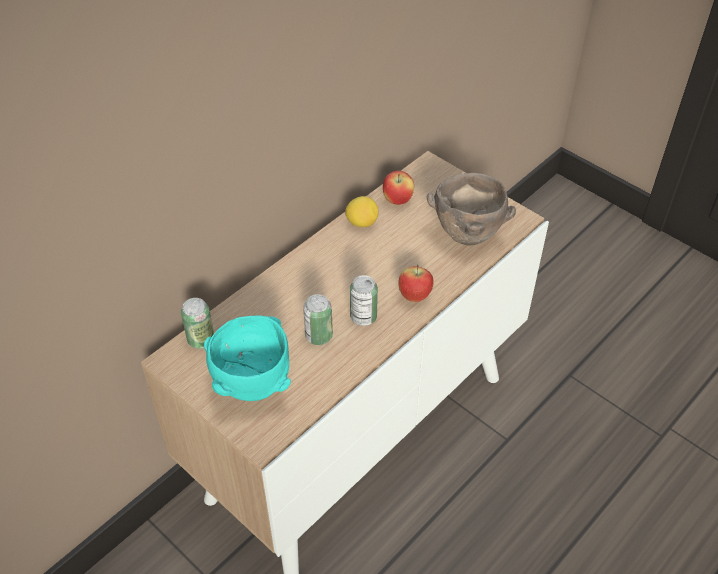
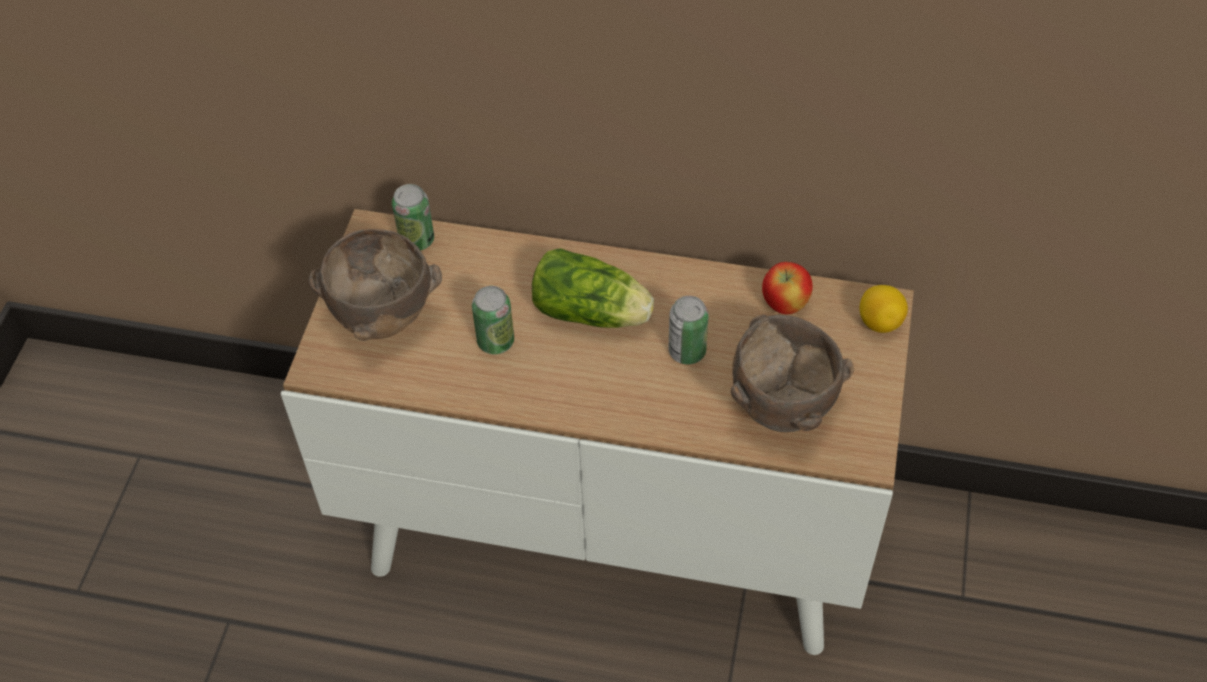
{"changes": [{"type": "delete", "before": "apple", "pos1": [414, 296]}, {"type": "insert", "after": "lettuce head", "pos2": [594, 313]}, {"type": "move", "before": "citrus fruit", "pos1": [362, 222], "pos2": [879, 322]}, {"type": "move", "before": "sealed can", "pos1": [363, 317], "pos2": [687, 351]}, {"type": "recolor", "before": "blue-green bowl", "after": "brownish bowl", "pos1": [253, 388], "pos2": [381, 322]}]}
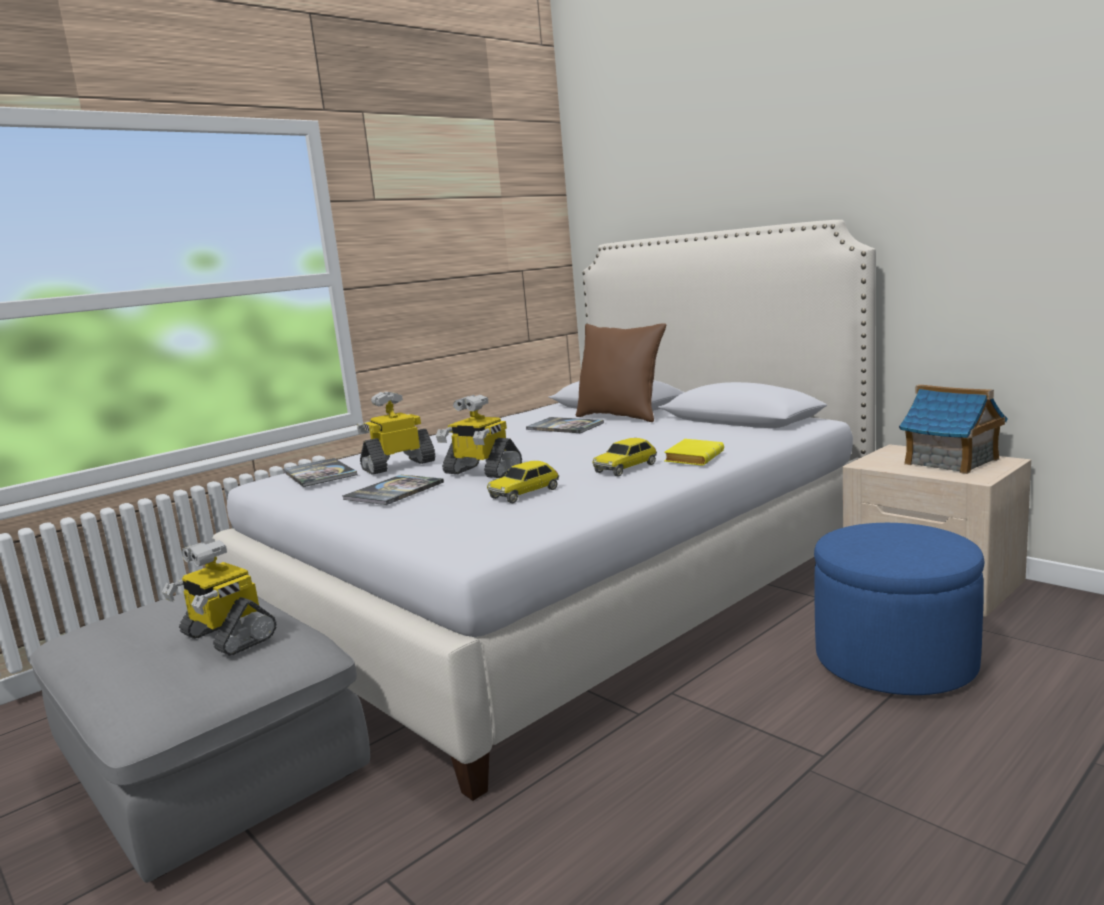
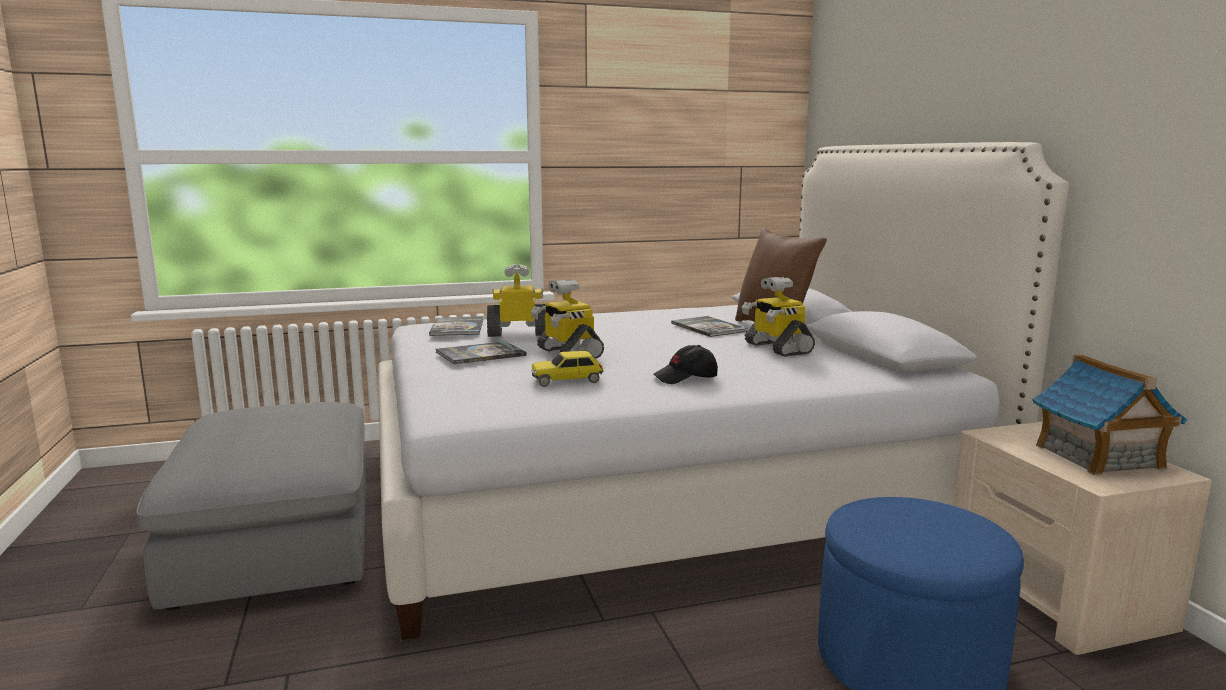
{"changes": [{"type": "delete", "before": "yellowish bound book", "pos1": [693, 458]}, {"type": "move", "before": "toy robot", "pos1": [227, 637], "pos2": [776, 348]}, {"type": "replace", "before": "miniature car", "after": "black peaked cap", "pos1": [626, 468], "pos2": [686, 378]}]}
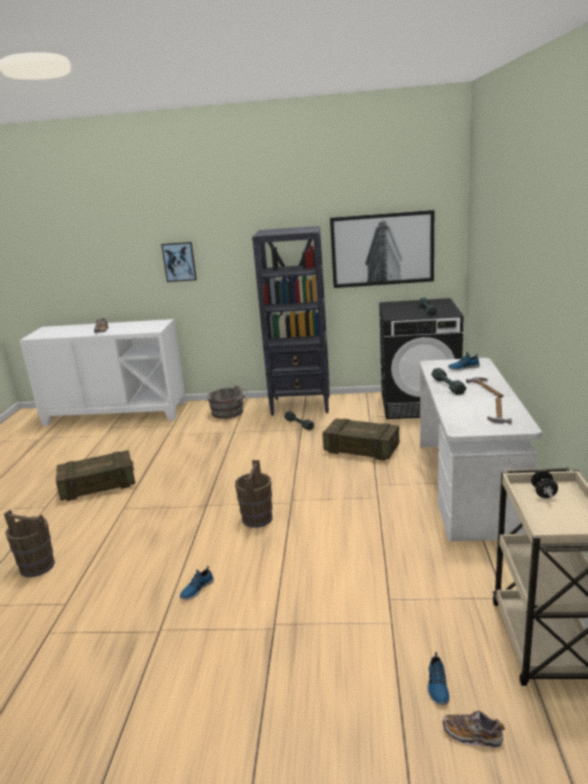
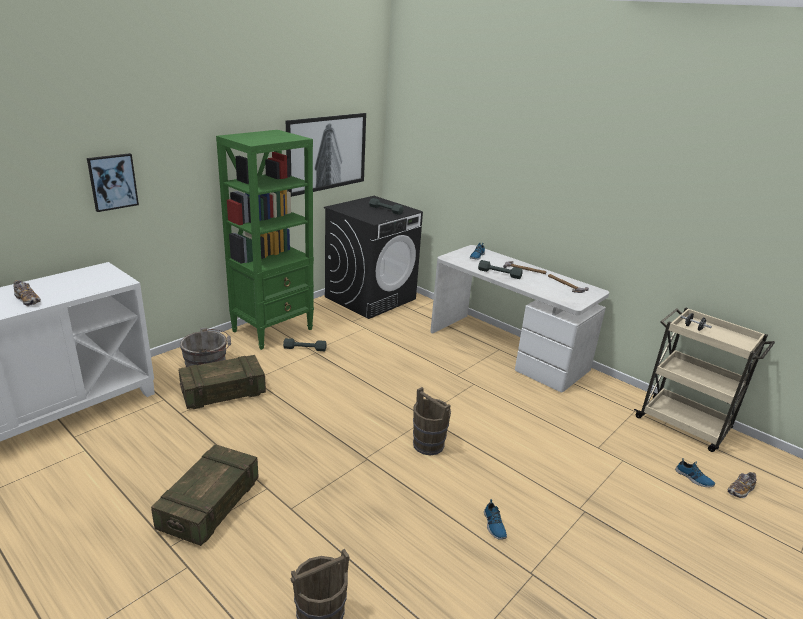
{"changes": [{"type": "move", "before": "crate", "pos1": [361, 449], "pos2": [223, 393]}, {"type": "recolor", "before": "black bookcase", "after": "green-coloured bookcase", "pos1": [301, 405], "pos2": [273, 330]}]}
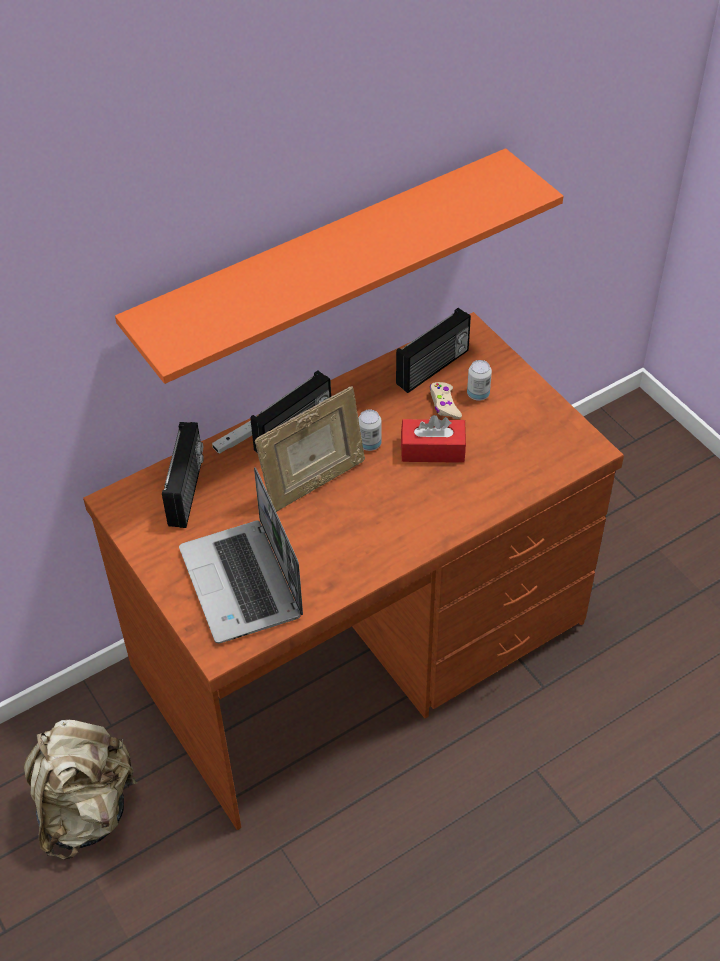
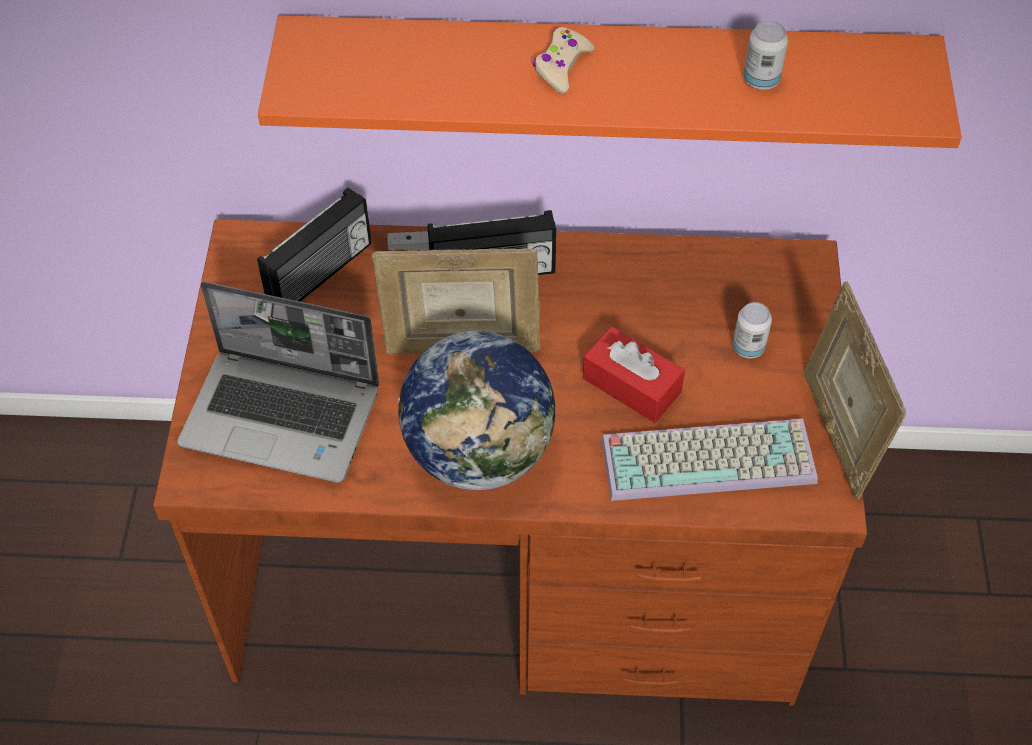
{"changes": [{"type": "delete", "before": "sand-coloured backpack", "pos1": [86, 810]}, {"type": "delete", "before": "radio receiver", "pos1": [433, 368]}, {"type": "insert", "after": "desk globe", "pos2": [480, 452]}, {"type": "insert", "after": "keyboard", "pos2": [710, 457]}, {"type": "insert", "after": "picture frame", "pos2": [837, 432]}, {"type": "move", "before": "sealed can", "pos1": [369, 444], "pos2": [761, 80]}, {"type": "move", "before": "sand-coloured game controller", "pos1": [444, 404], "pos2": [561, 66]}, {"type": "rotate", "before": "laptop", "pos1": [243, 583], "pos2": [284, 416], "turn": -90}]}
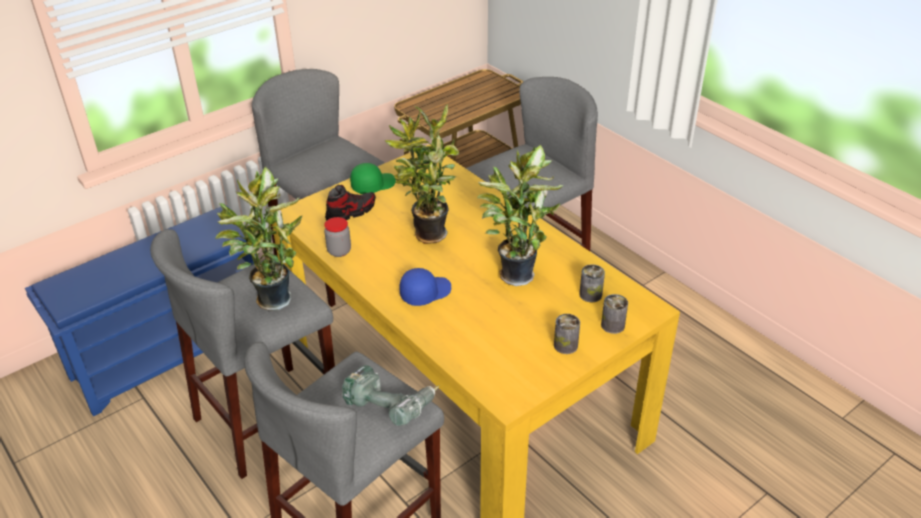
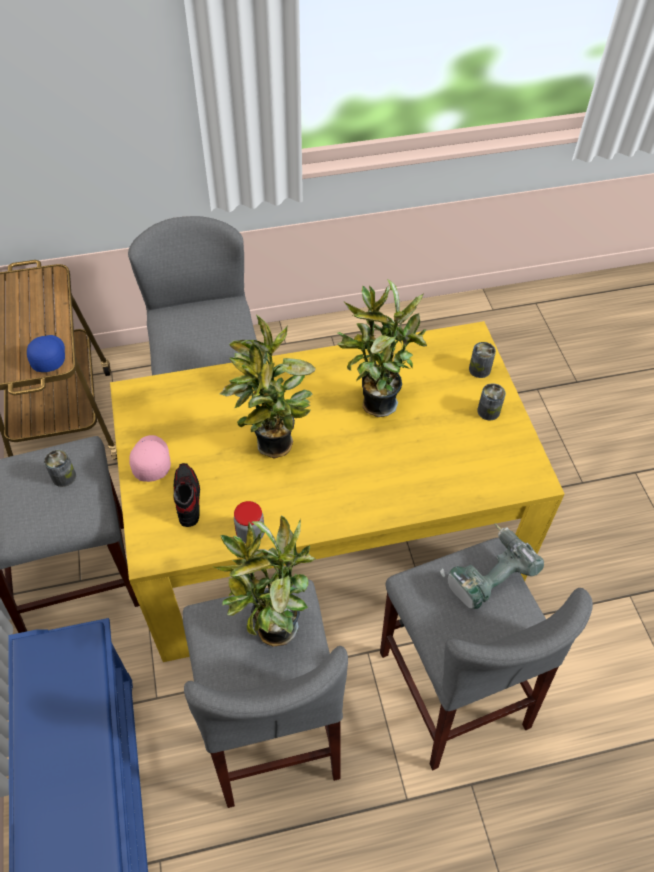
{"changes": [{"type": "move", "before": "blue peaked cap", "pos1": [425, 292], "pos2": [47, 356]}, {"type": "move", "before": "sealed can", "pos1": [590, 294], "pos2": [64, 476]}, {"type": "recolor", "before": "green-coloured peaked cap", "after": "pink-coloured peaked cap", "pos1": [373, 185], "pos2": [150, 460]}]}
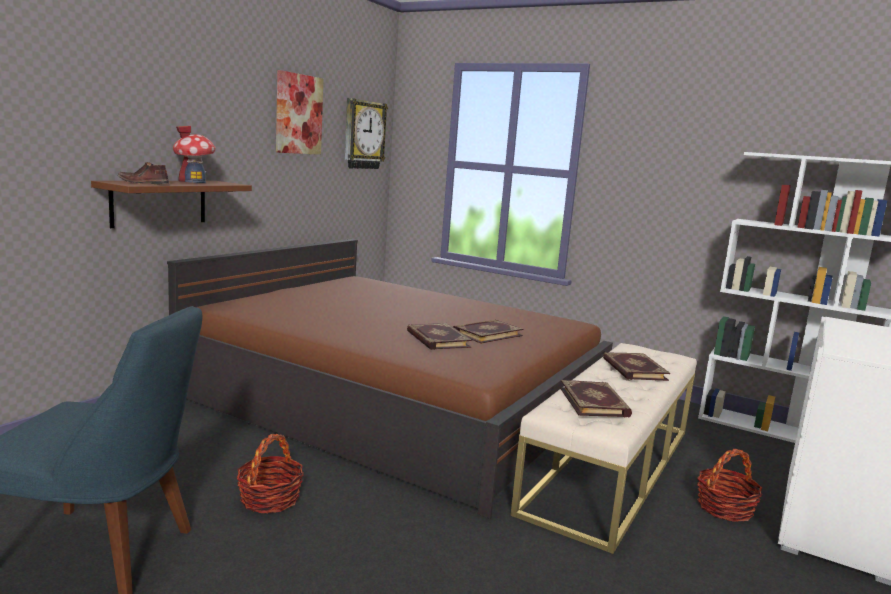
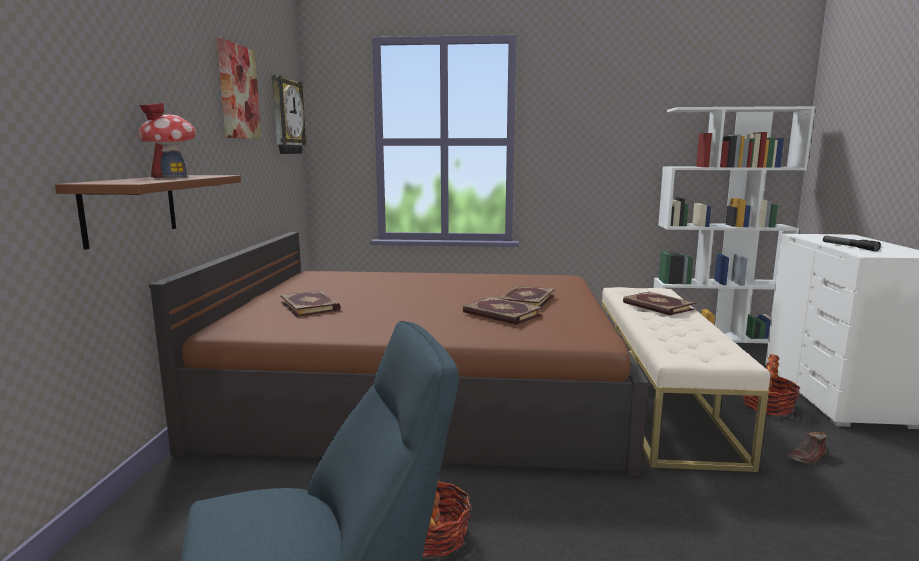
{"changes": [{"type": "insert", "after": "flashlight", "pos2": [849, 247]}, {"type": "move", "before": "brownish item of footwear", "pos1": [143, 183], "pos2": [807, 457]}, {"type": "move", "before": "bound book", "pos1": [595, 402], "pos2": [311, 306]}]}
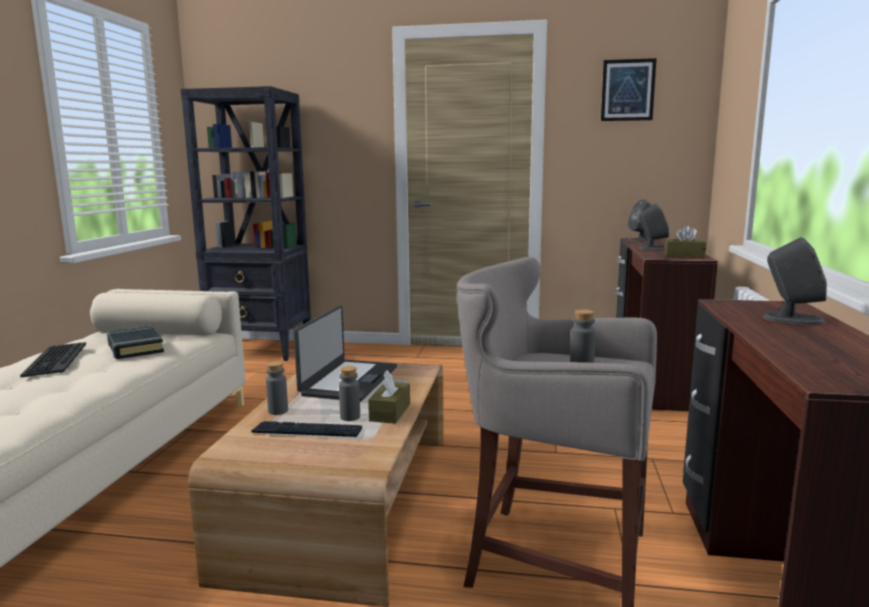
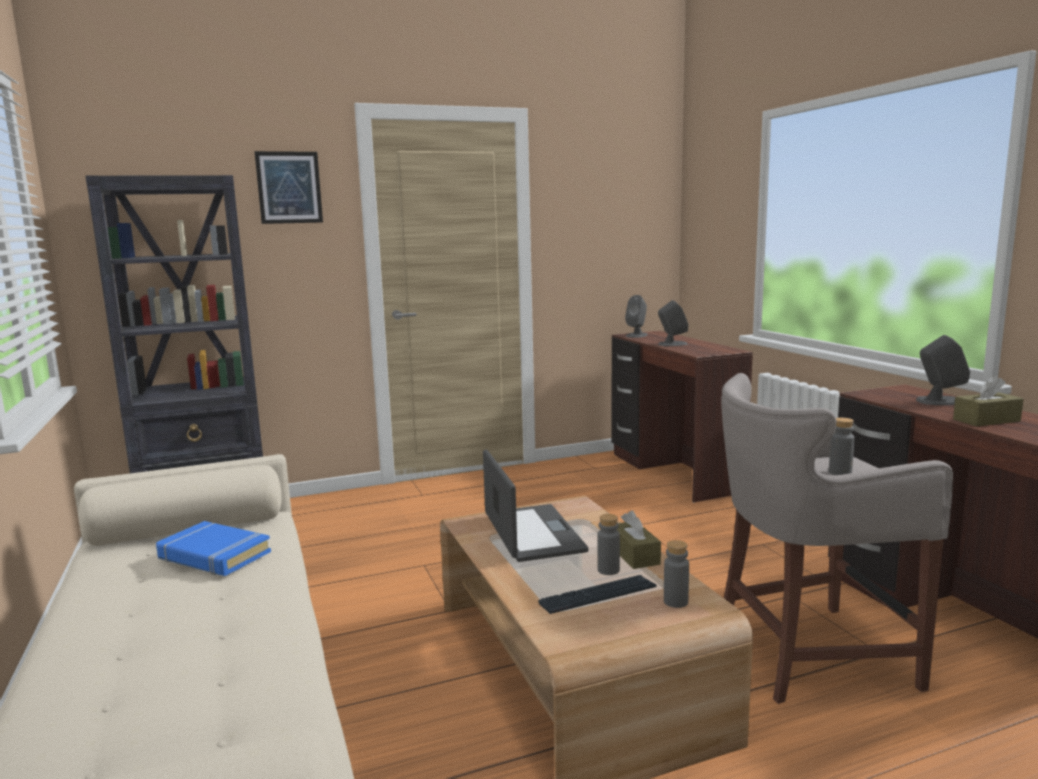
{"changes": [{"type": "delete", "before": "keyboard", "pos1": [55, 360]}, {"type": "move", "before": "grey bottle", "pos1": [278, 411], "pos2": [675, 602]}, {"type": "move", "before": "wall picture", "pos1": [628, 90], "pos2": [289, 187]}, {"type": "move", "before": "brownish tissue holder", "pos1": [684, 256], "pos2": [986, 420]}, {"type": "recolor", "before": "black bound book", "after": "blue bound book", "pos1": [134, 348], "pos2": [214, 556]}]}
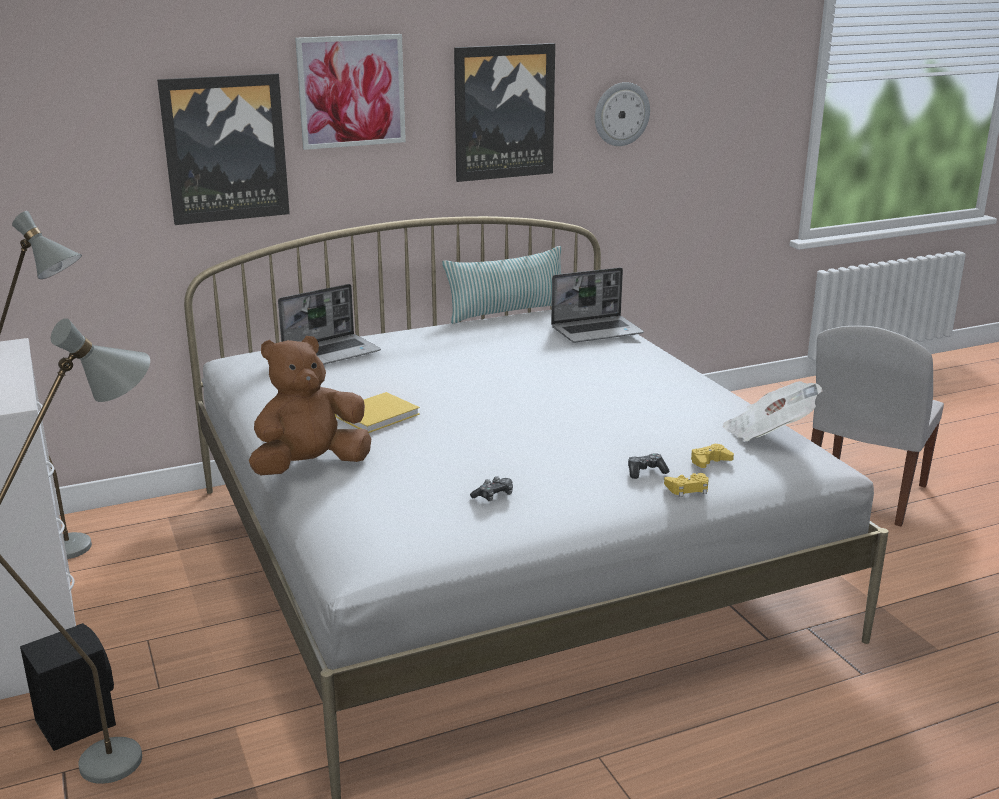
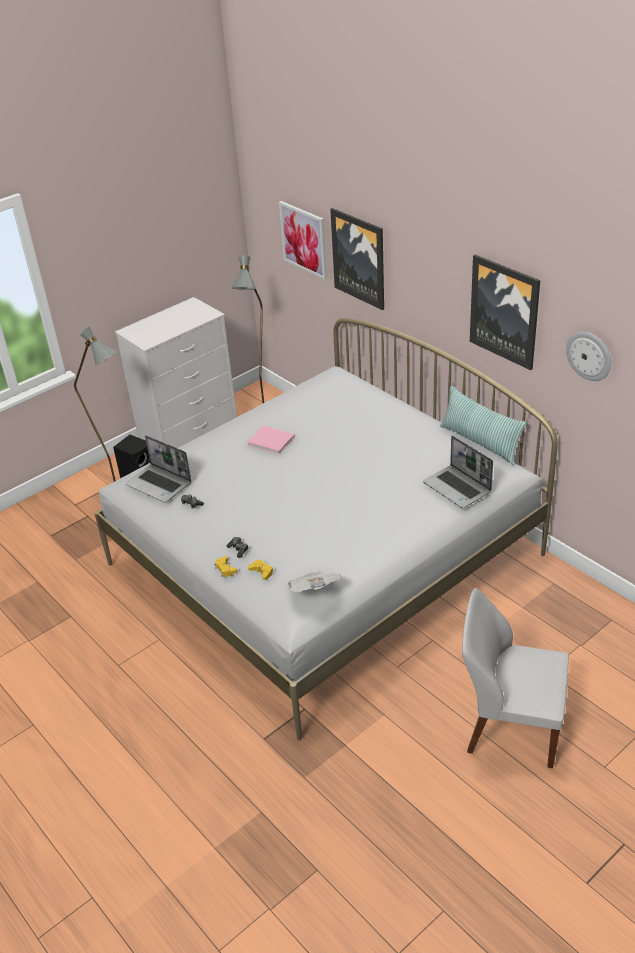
{"changes": [{"type": "delete", "before": "brownish soft toy", "pos1": [310, 466]}, {"type": "move", "before": "laptop", "pos1": [332, 353], "pos2": [160, 484]}, {"type": "move", "before": "wall picture", "pos1": [351, 91], "pos2": [304, 239]}, {"type": "recolor", "before": "yellowish bound book", "after": "pink-coloured bound book", "pos1": [379, 415], "pos2": [272, 442]}]}
